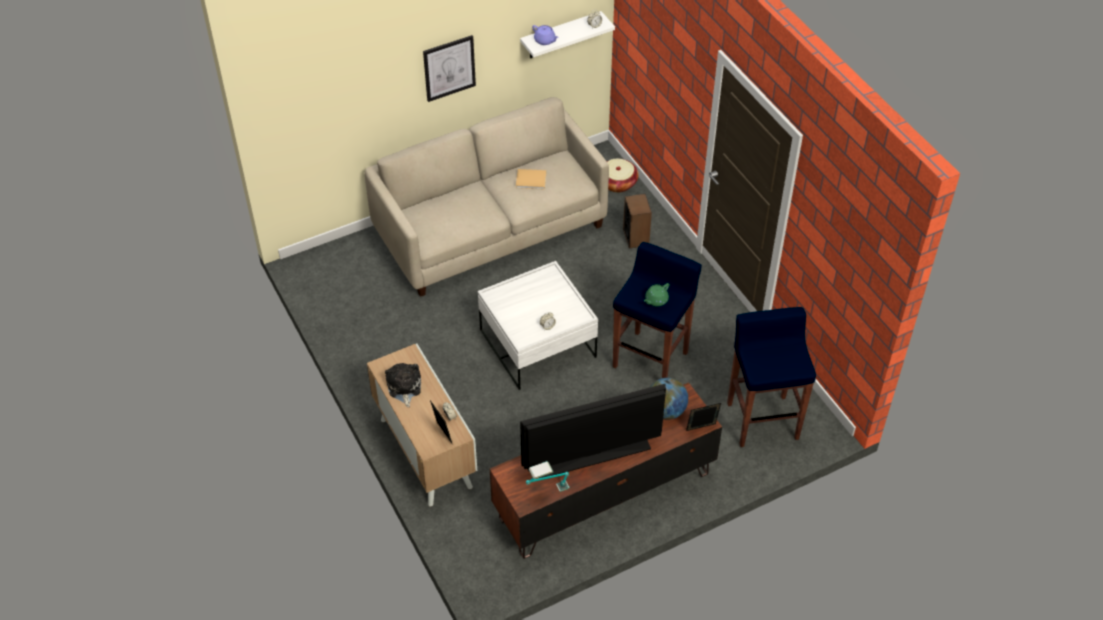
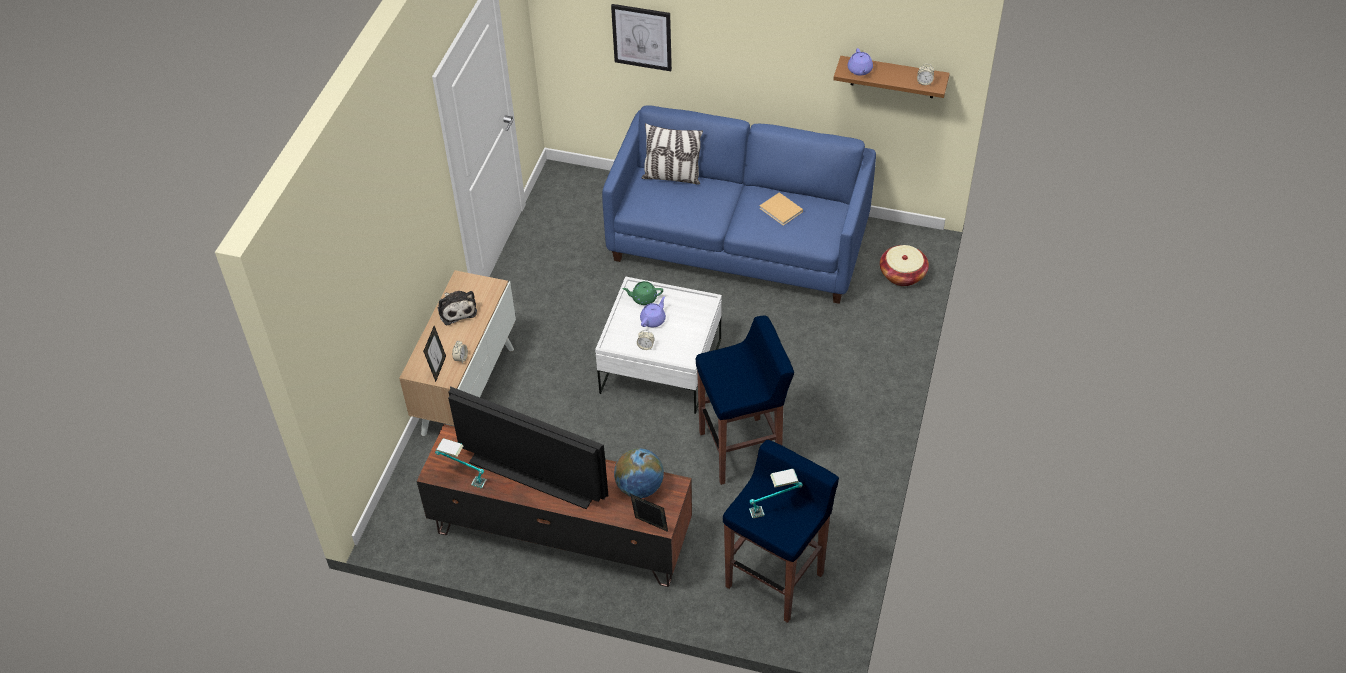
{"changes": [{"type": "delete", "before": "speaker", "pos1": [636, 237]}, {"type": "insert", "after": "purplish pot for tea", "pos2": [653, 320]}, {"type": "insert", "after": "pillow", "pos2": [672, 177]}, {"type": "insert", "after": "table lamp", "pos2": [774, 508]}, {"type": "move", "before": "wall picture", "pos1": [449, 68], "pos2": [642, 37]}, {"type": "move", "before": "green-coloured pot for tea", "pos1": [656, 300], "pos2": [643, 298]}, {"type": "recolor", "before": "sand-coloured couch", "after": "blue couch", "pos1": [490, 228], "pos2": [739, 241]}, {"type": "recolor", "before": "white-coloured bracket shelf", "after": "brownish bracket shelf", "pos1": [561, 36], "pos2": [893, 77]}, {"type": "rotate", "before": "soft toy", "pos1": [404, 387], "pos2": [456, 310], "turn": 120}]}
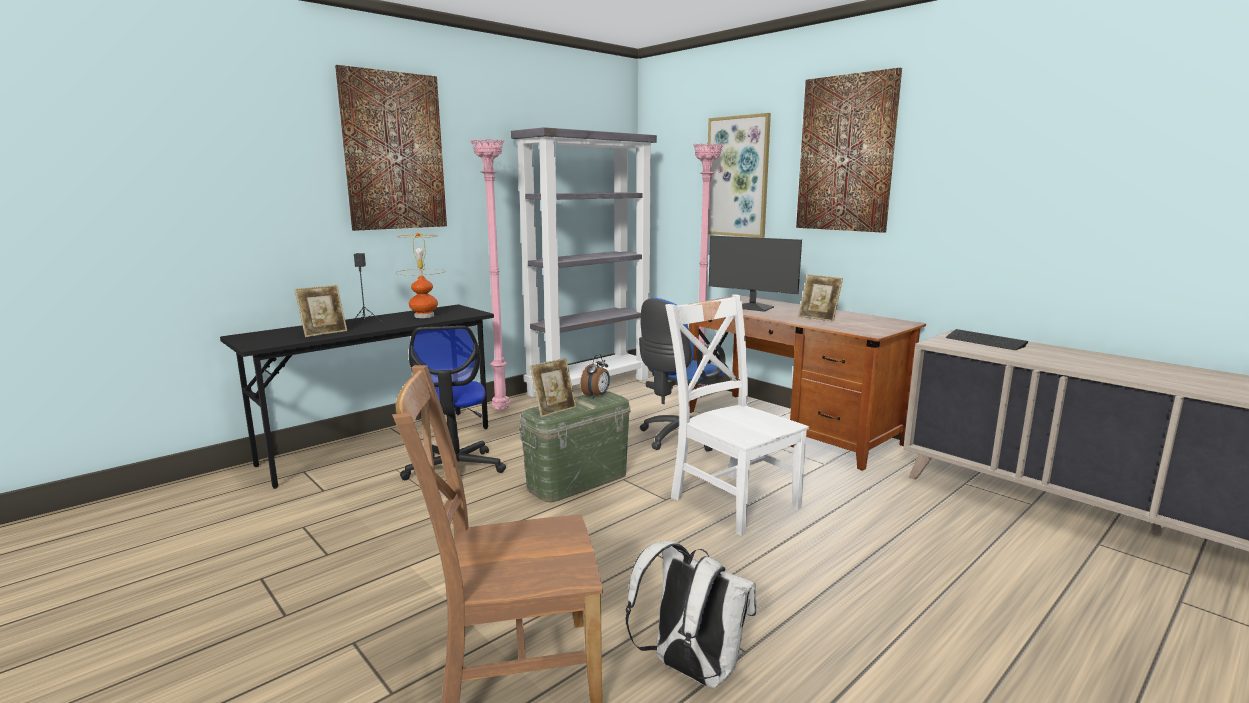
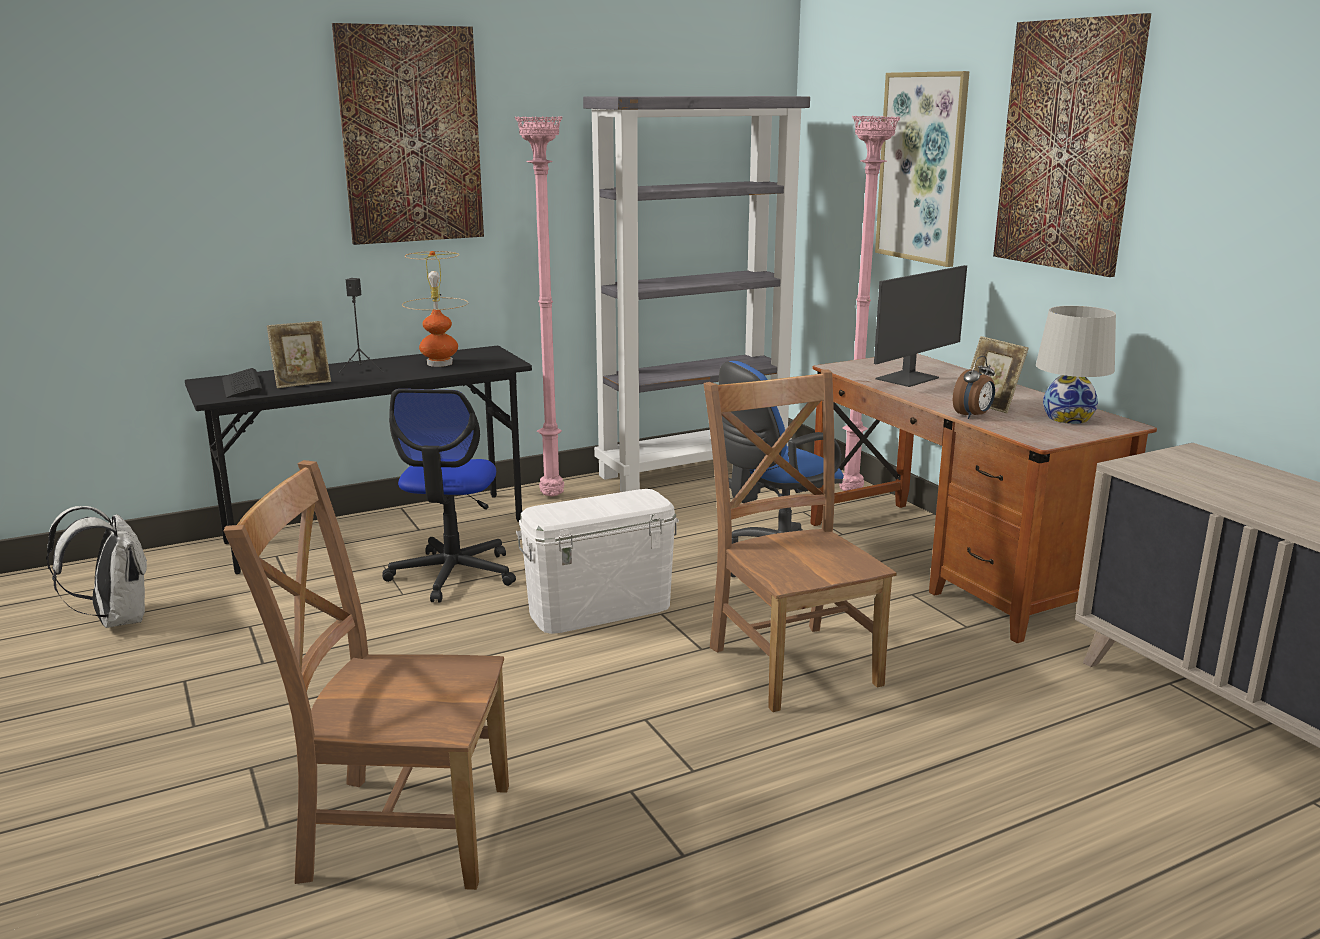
{"changes": [{"type": "delete", "before": "picture frame", "pos1": [554, 410]}, {"type": "insert", "after": "white-coloured table lamp", "pos2": [1068, 418]}, {"type": "move", "before": "bedside clock", "pos1": [596, 396], "pos2": [973, 416]}, {"type": "move", "before": "white-coloured backpack", "pos1": [690, 670], "pos2": [116, 619]}, {"type": "move", "before": "keyboard", "pos1": [985, 341], "pos2": [242, 385]}, {"type": "recolor", "before": "green-coloured storage box", "after": "white-coloured storage box", "pos1": [577, 481], "pos2": [600, 609]}, {"type": "recolor", "before": "white-coloured upright chair", "after": "brownish upright chair", "pos1": [731, 500], "pos2": [791, 662]}, {"type": "rotate", "before": "monitor", "pos1": [753, 308], "pos2": [909, 379], "turn": -90}]}
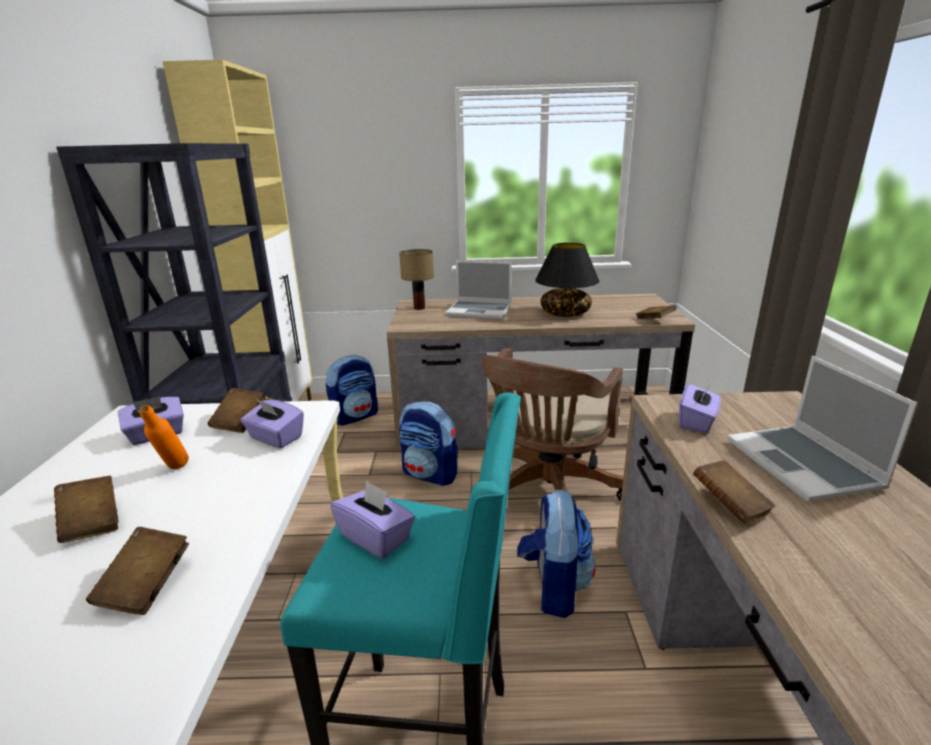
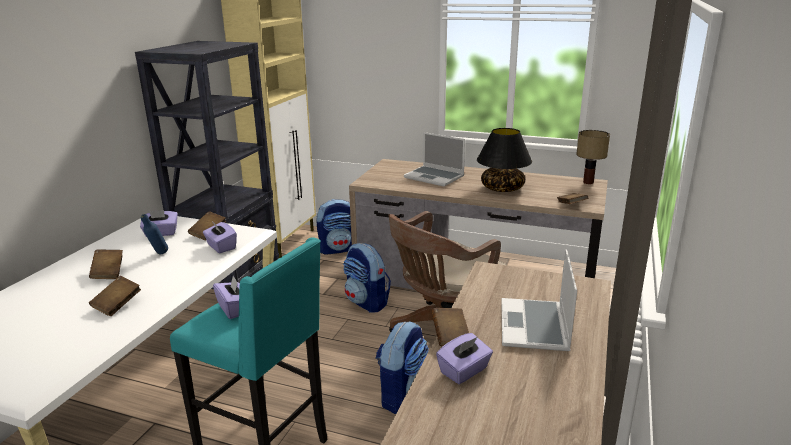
{"changes": [{"type": "move", "before": "table lamp", "pos1": [420, 308], "pos2": [588, 182]}, {"type": "move", "before": "purplish tissue holder", "pos1": [697, 422], "pos2": [464, 371]}, {"type": "recolor", "before": "orange bottle", "after": "blue bottle", "pos1": [174, 471], "pos2": [158, 255]}]}
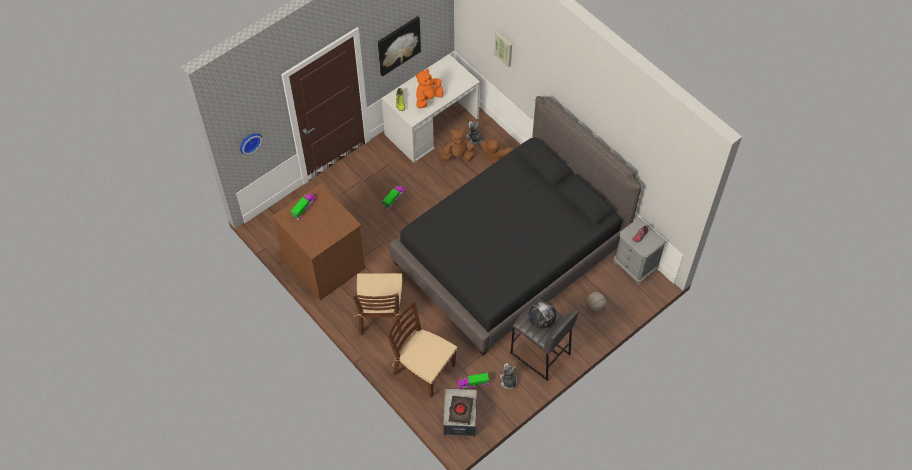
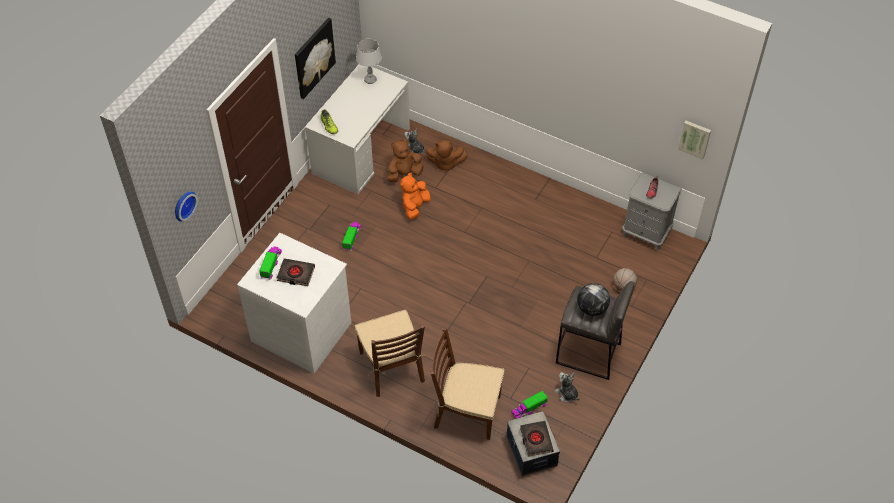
{"changes": [{"type": "delete", "before": "black sleeping bed", "pos1": [510, 254]}, {"type": "insert", "after": "black bound book", "pos2": [296, 274]}, {"type": "insert", "after": "grey table lamp", "pos2": [370, 80]}, {"type": "move", "before": "orange soft toy", "pos1": [428, 98], "pos2": [415, 206]}, {"type": "move", "before": "wall picture", "pos1": [504, 48], "pos2": [695, 138]}, {"type": "recolor", "before": "brownish chest of drawers", "after": "white-coloured chest of drawers", "pos1": [325, 263], "pos2": [302, 331]}]}
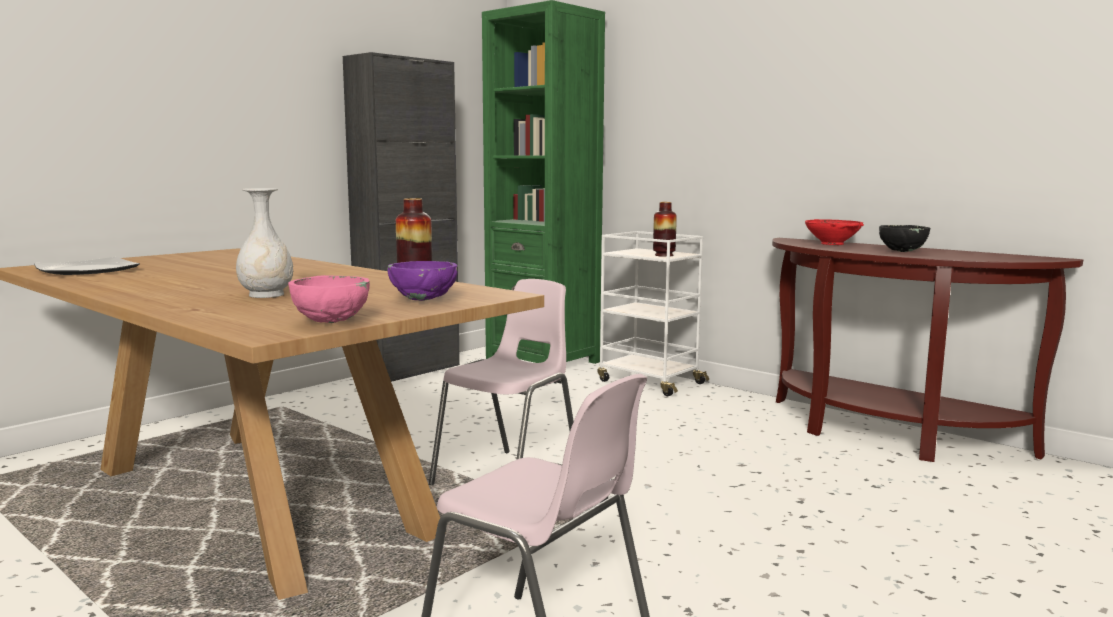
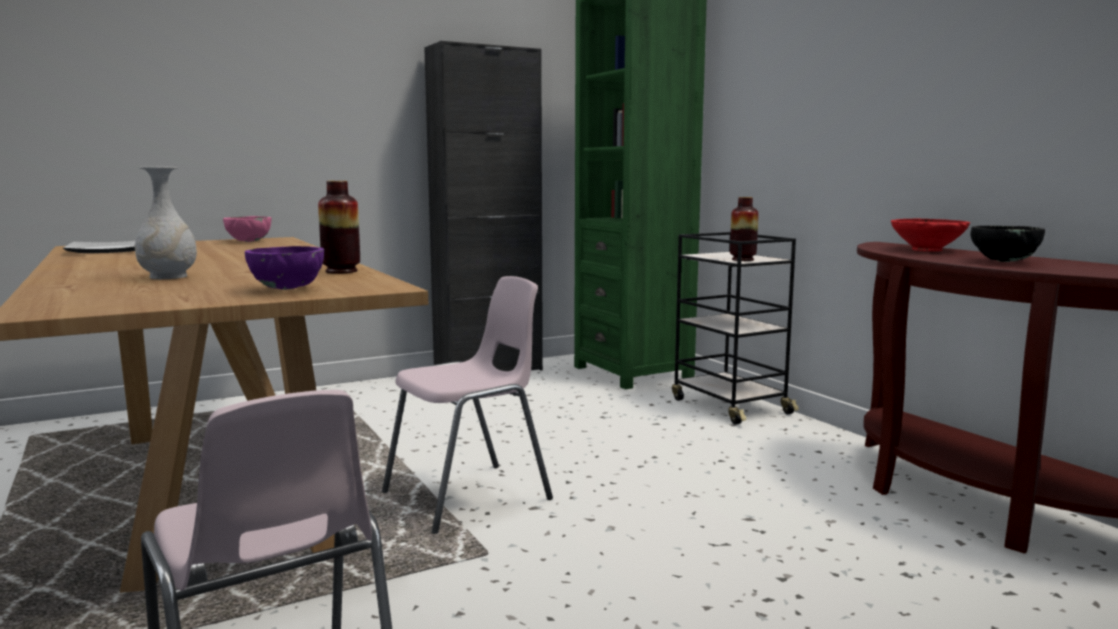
{"changes": [{"type": "move", "before": "pink-coloured bowl", "pos1": [330, 322], "pos2": [248, 241]}, {"type": "recolor", "before": "white-coloured cart", "after": "black cart", "pos1": [649, 382], "pos2": [729, 406]}]}
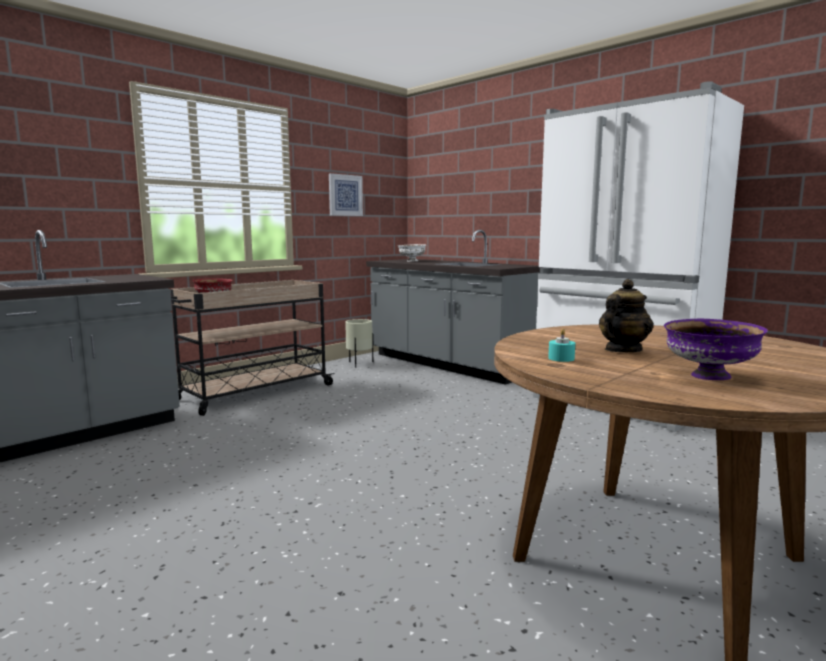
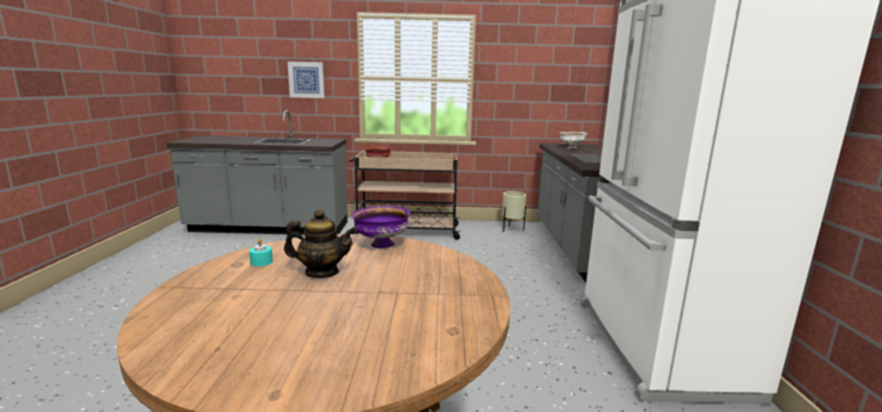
{"changes": [{"type": "move", "before": "wall picture", "pos1": [345, 195], "pos2": [306, 80]}, {"type": "move", "before": "purplish bowl", "pos1": [710, 377], "pos2": [381, 244]}]}
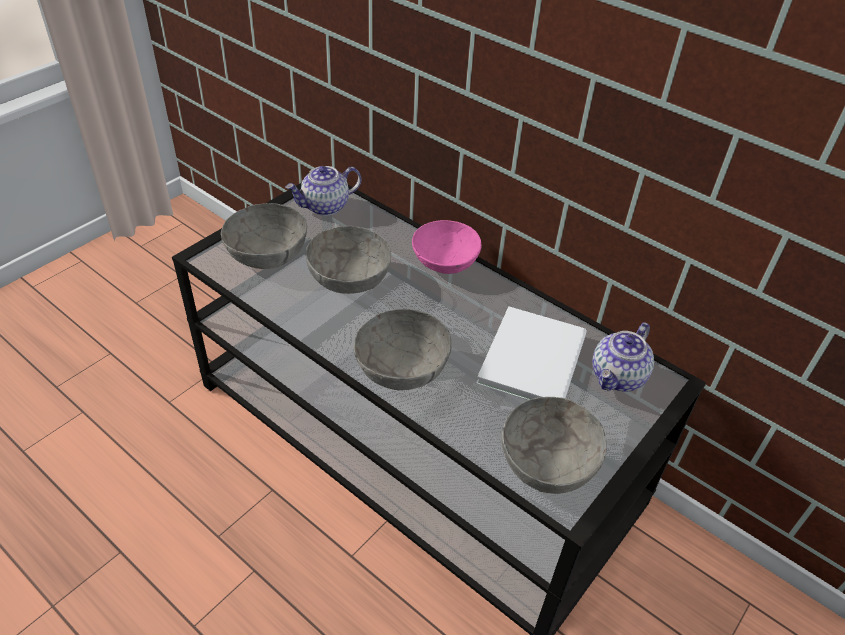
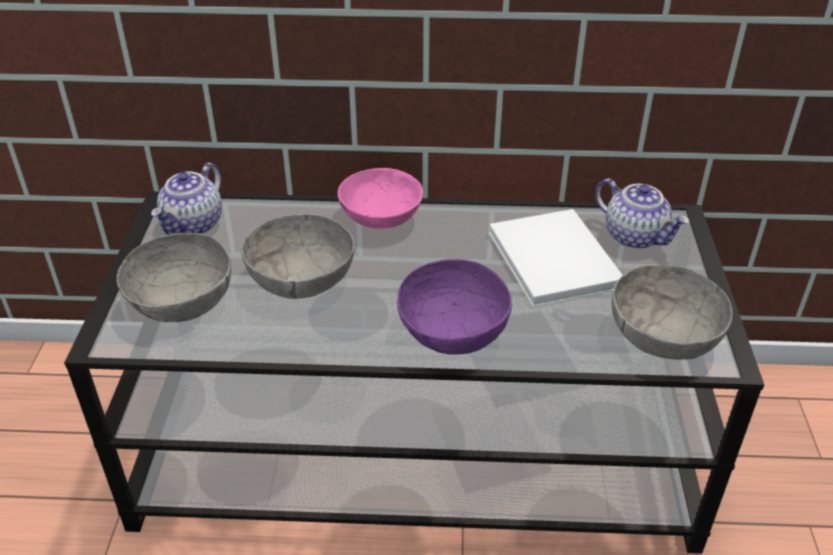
{"changes": [{"type": "recolor", "before": "grey bowl", "after": "purplish bowl", "pos1": [402, 368], "pos2": [453, 331]}, {"type": "rotate", "before": "pot for tea", "pos1": [618, 377], "pos2": [635, 236], "turn": -45}]}
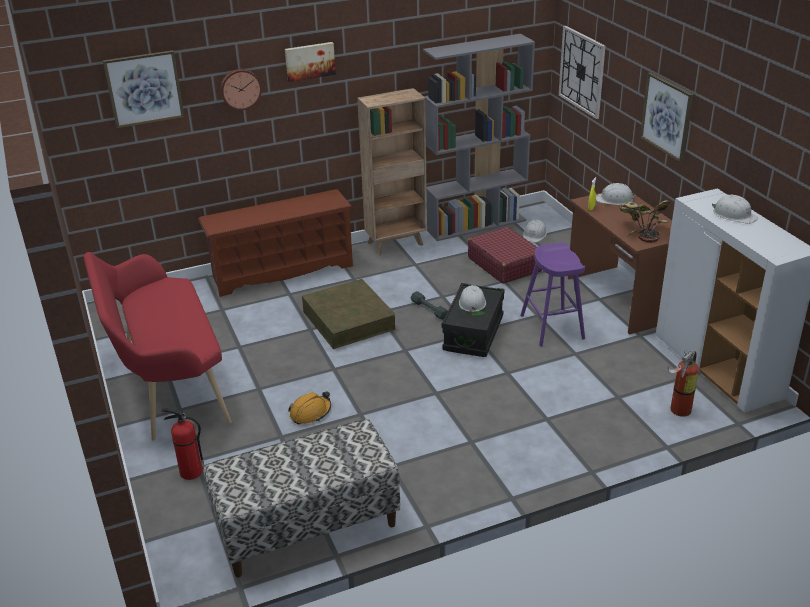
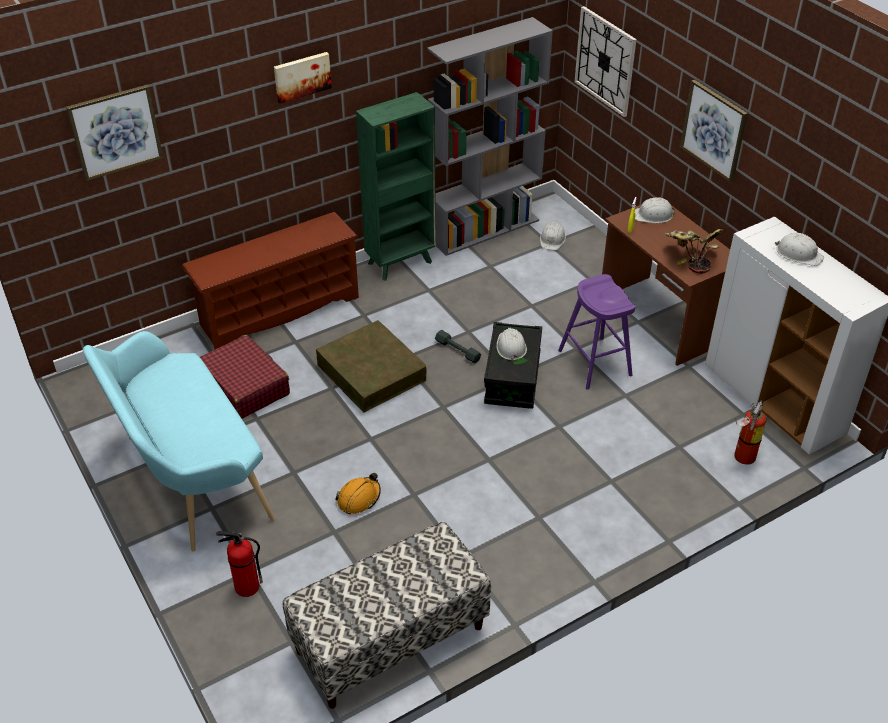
{"changes": [{"type": "delete", "before": "wall clock", "pos1": [240, 88]}, {"type": "move", "before": "red travel case", "pos1": [504, 264], "pos2": [245, 386]}, {"type": "recolor", "before": "red bench", "after": "blue-green bench", "pos1": [168, 386], "pos2": [189, 479]}, {"type": "recolor", "before": "brownish bookcase", "after": "green-coloured bookcase", "pos1": [396, 243], "pos2": [401, 262]}]}
